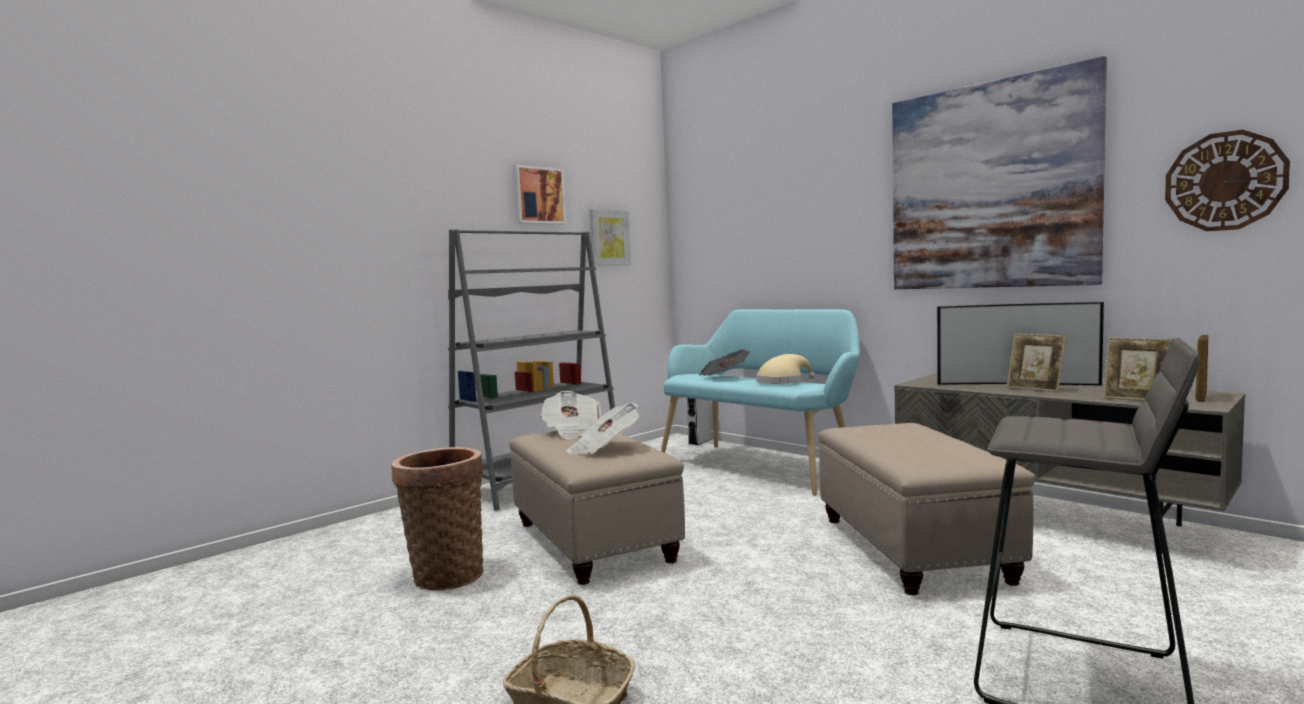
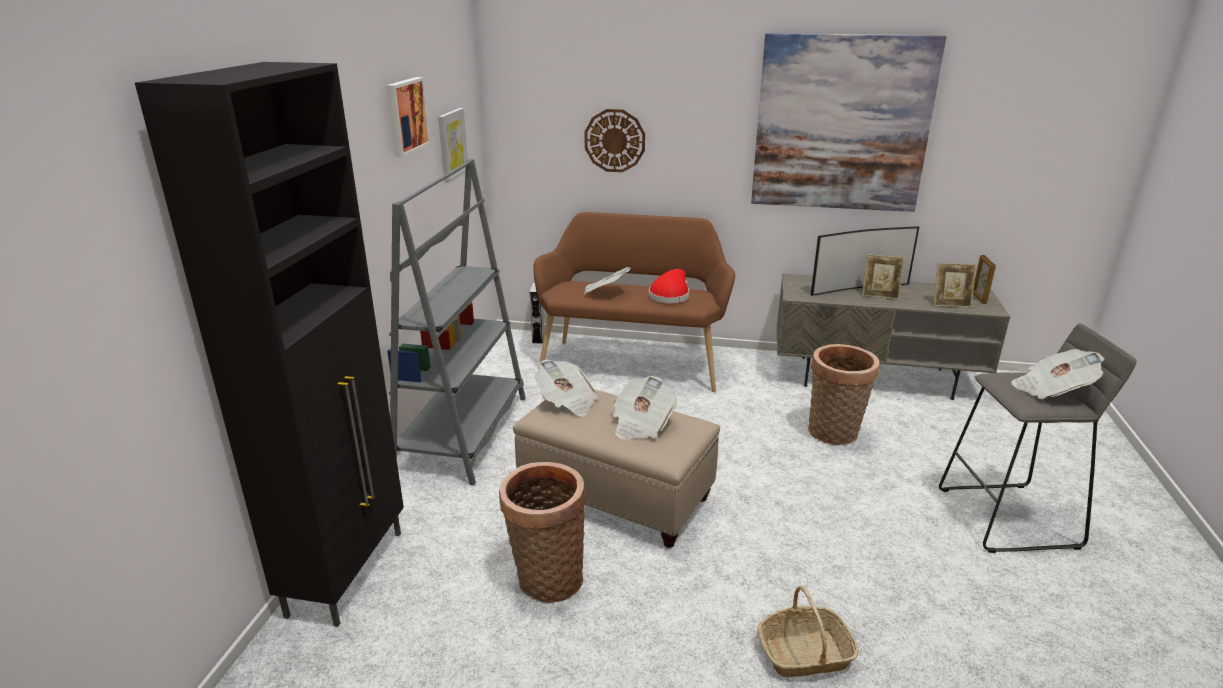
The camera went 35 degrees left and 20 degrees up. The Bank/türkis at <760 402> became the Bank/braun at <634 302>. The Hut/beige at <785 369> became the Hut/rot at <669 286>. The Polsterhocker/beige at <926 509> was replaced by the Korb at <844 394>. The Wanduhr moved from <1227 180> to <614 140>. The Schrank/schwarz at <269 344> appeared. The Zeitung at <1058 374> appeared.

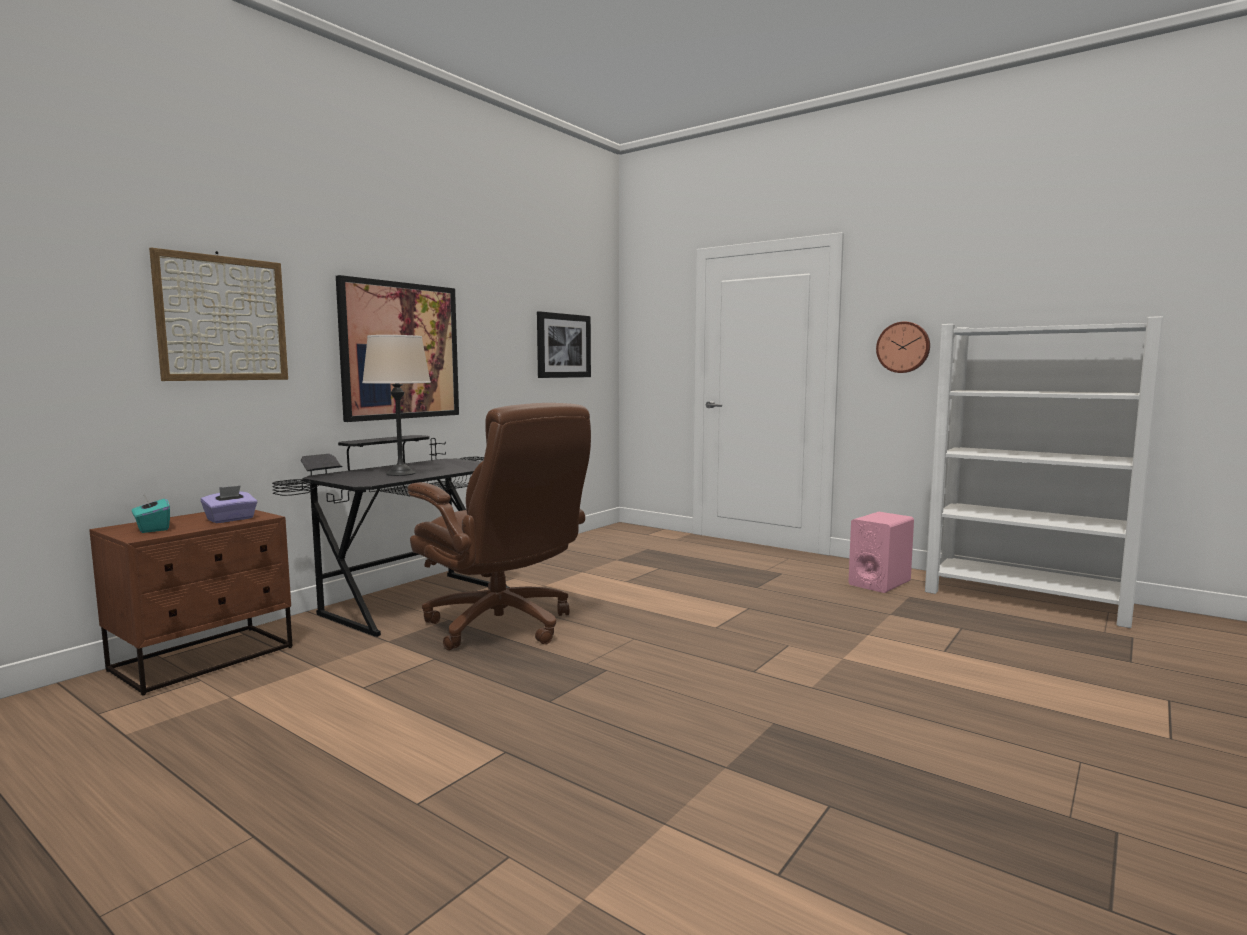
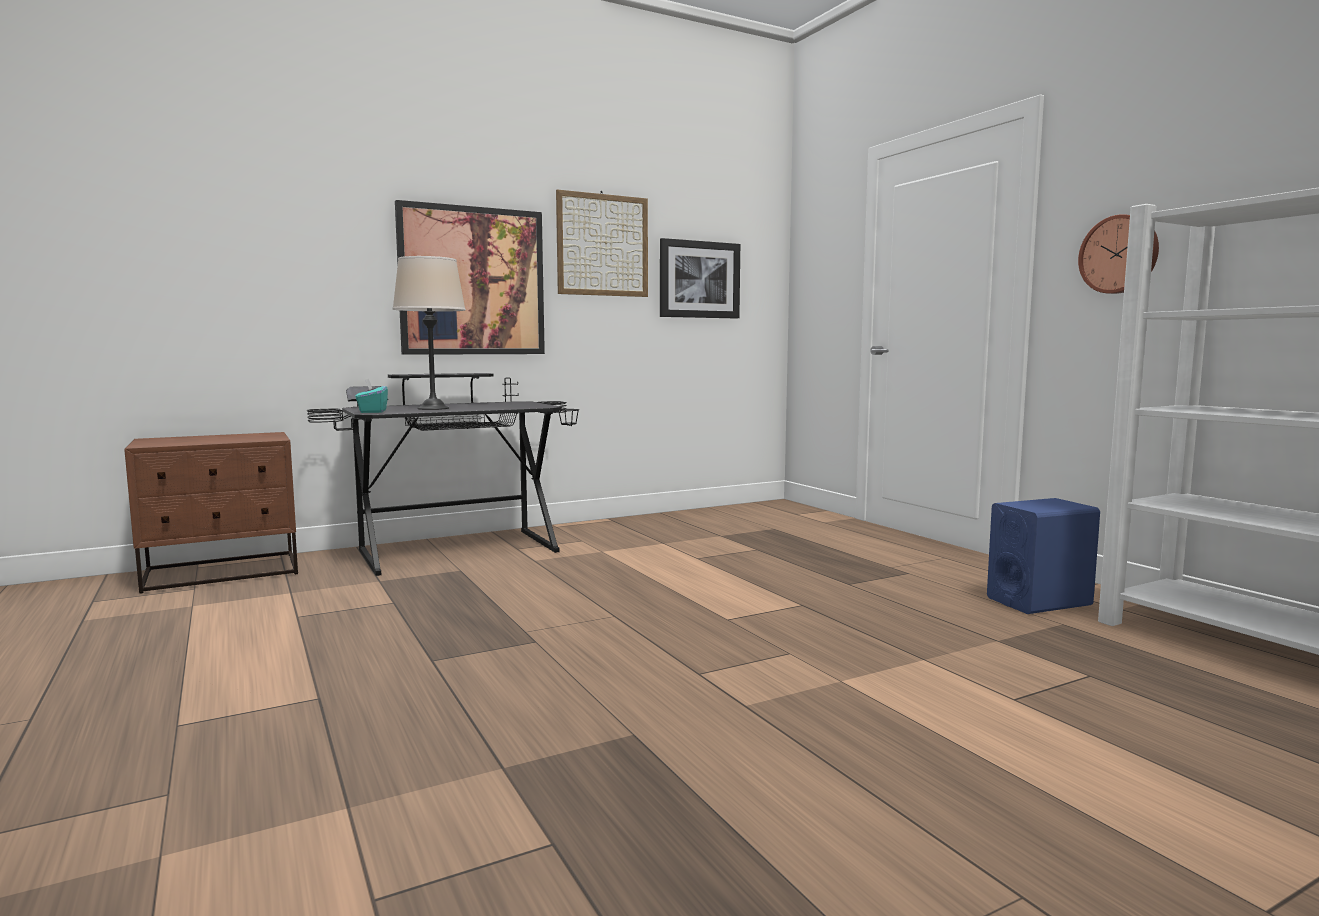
The camera went 25 degrees right and 0 degrees up. The Taschentuchbox/türkis moved from <151 513> to <372 395>. The Bild moved from <218 314> to <602 243>. The Taschentuchbox/lila at <229 504> disappeared. The Bürostuhl/braun at <499 526> disappeared. The Lautsprecher/rosa at <881 552> became the Lautsprecher/blau at <1043 556>.

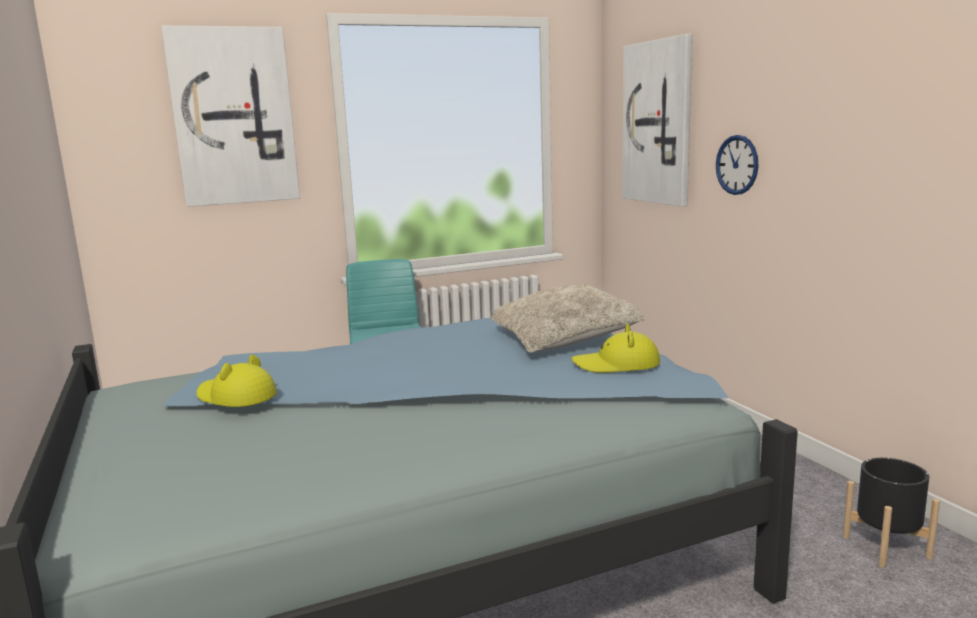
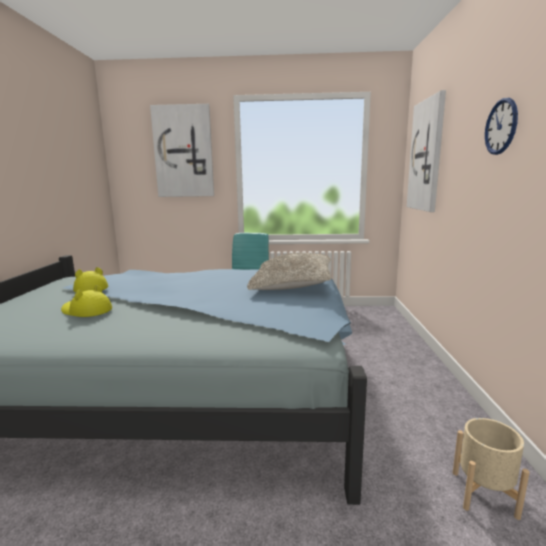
The camera went 25 degrees right and 0 degrees up. The Hut/gelb moved from <615 348> to <86 301>. The Wanduhr moved from <737 165> to <501 126>. The Pflanzkübel/schwarz at <891 513> became the Pflanzkübel/beige at <491 469>.

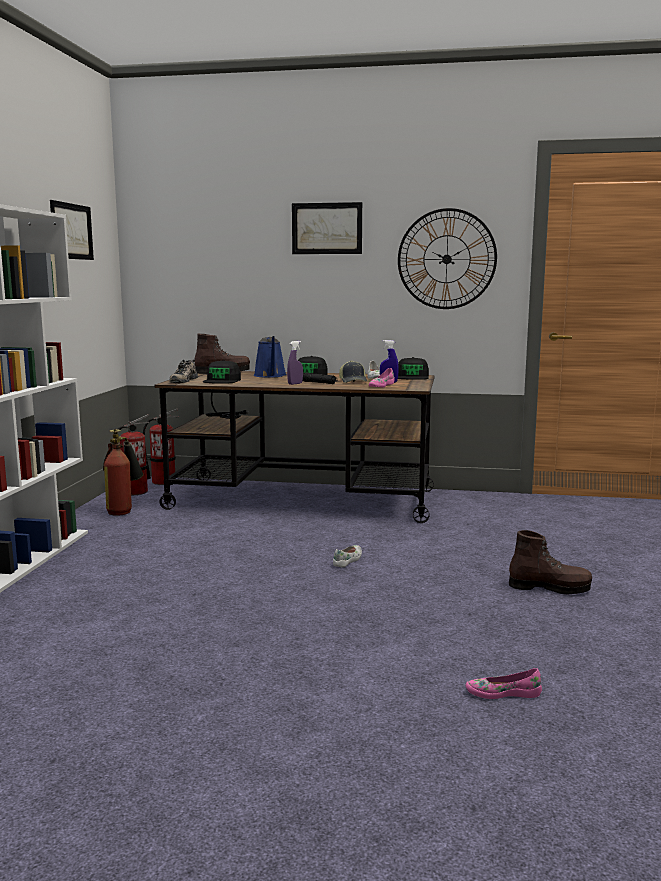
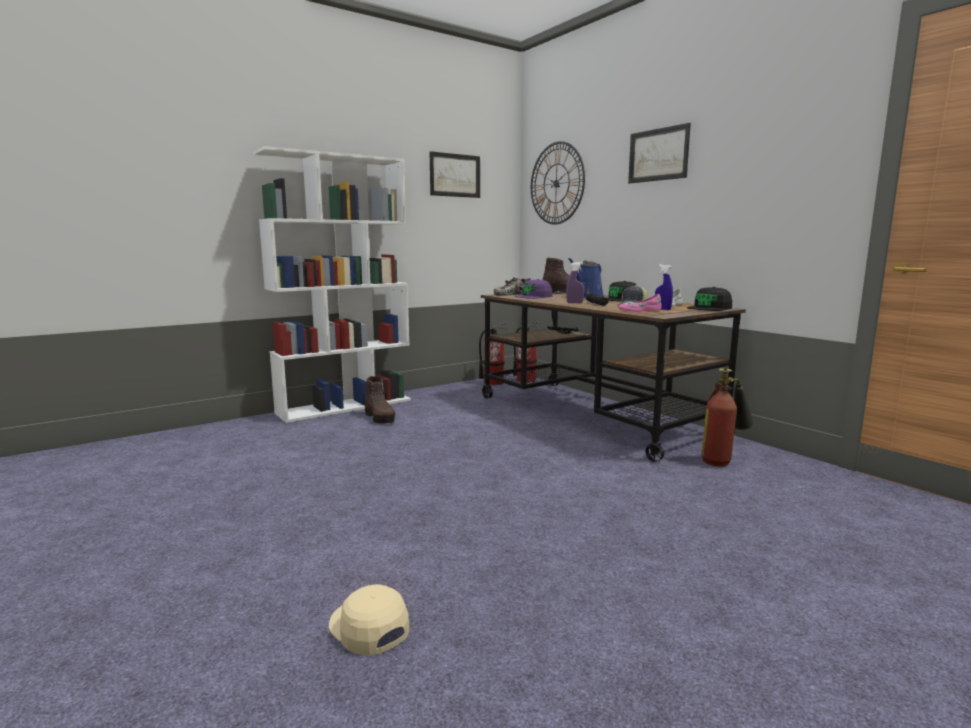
The camera went 45 degrees right and 0 degrees up. The Feuerlöscher moved from <123 472> to <727 417>. The Kappe/schwarz at <222 372> became the Kappe/lila at <534 289>. The Schuh/weiß at <347 556> disappeared. The Wanduhr moved from <447 258> to <558 183>. The Schuh/rosa at <504 683> was replaced by the Kappe/beige at <369 620>. The Stiefel/braun moved from <550 562> to <379 400>.

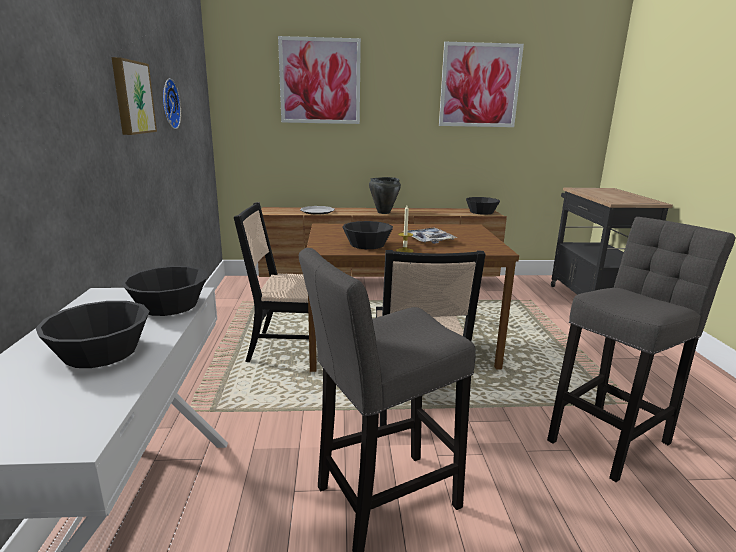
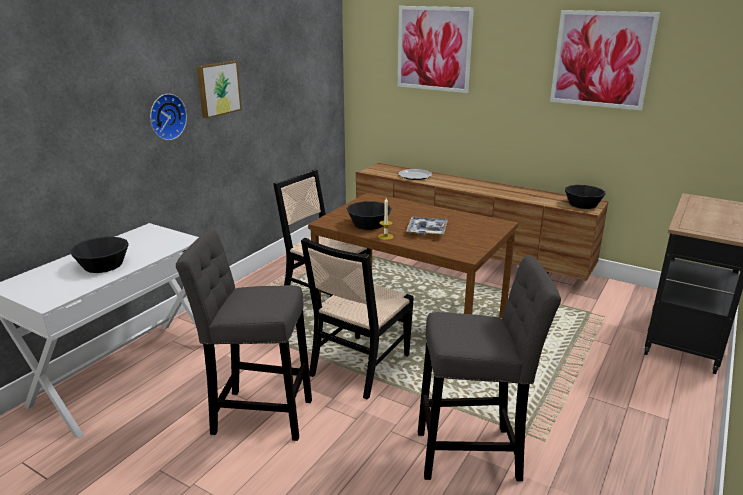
The camera went 35 degrees right and 5 degrees up. The Schüssel/schwarz at <164 291> disappeared. The Wanduhr moved from <172 103> to <168 117>. The Kochtopf/schwarz at <385 195> disappeared.

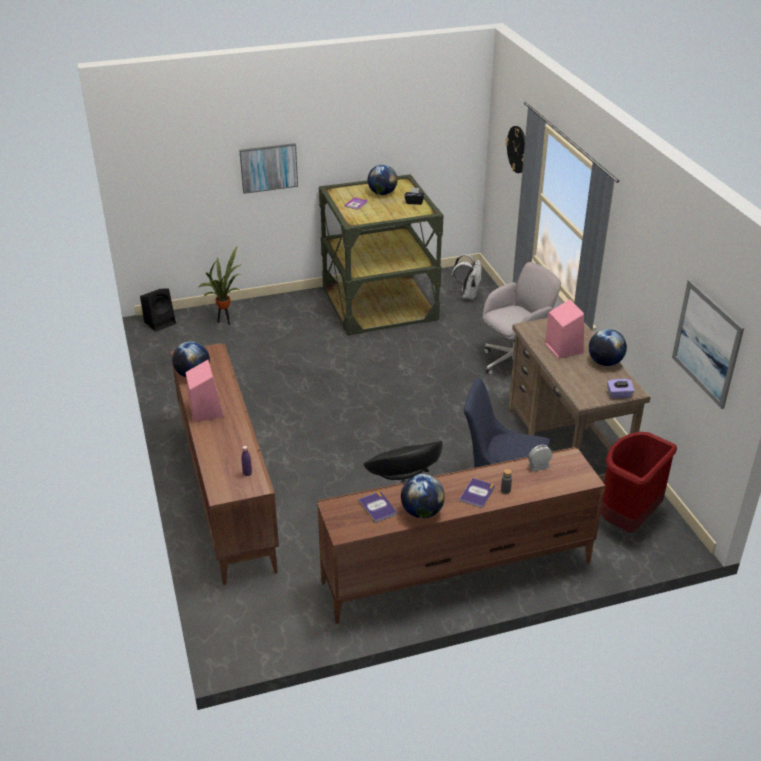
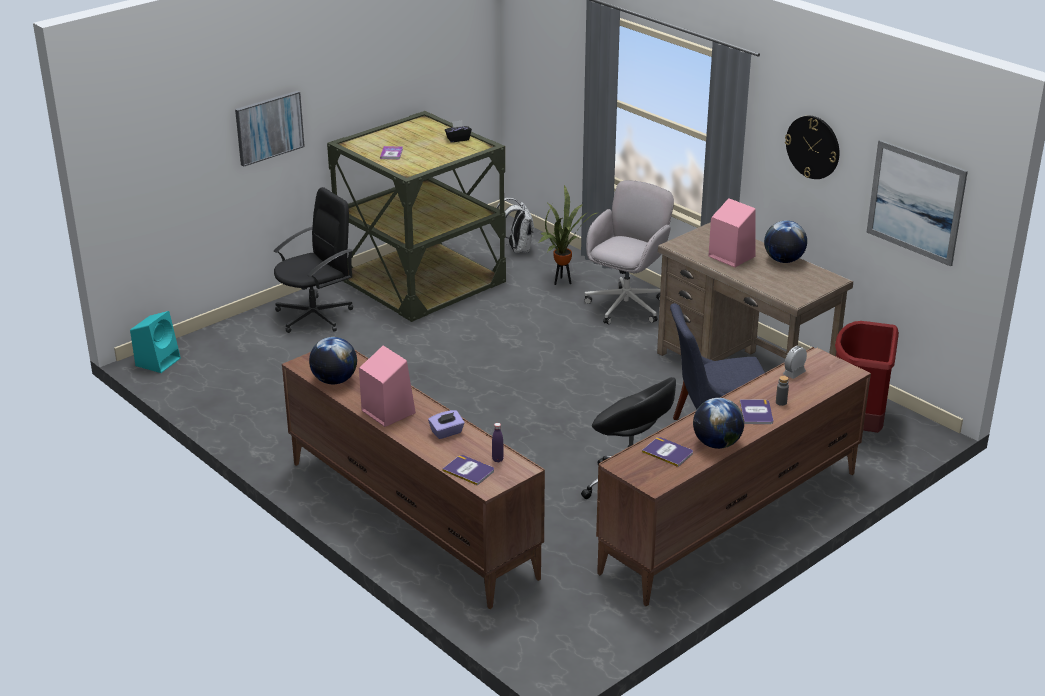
The camera went 25 degrees left and 5 degrees down. The Lautsprecher/schwarz at <158 310> became the Lautsprecher/türkis at <155 342>. The Topfpflanze moved from <221 286> to <568 235>. The Globus at <383 180> disappeared. The Wanduhr moved from <515 149> to <812 147>. The Taschentuchbox/lila moved from <620 388> to <446 424>. The Bürostuhl/schwarz at <313 260> appeared. The Buch at <468 470> appeared.

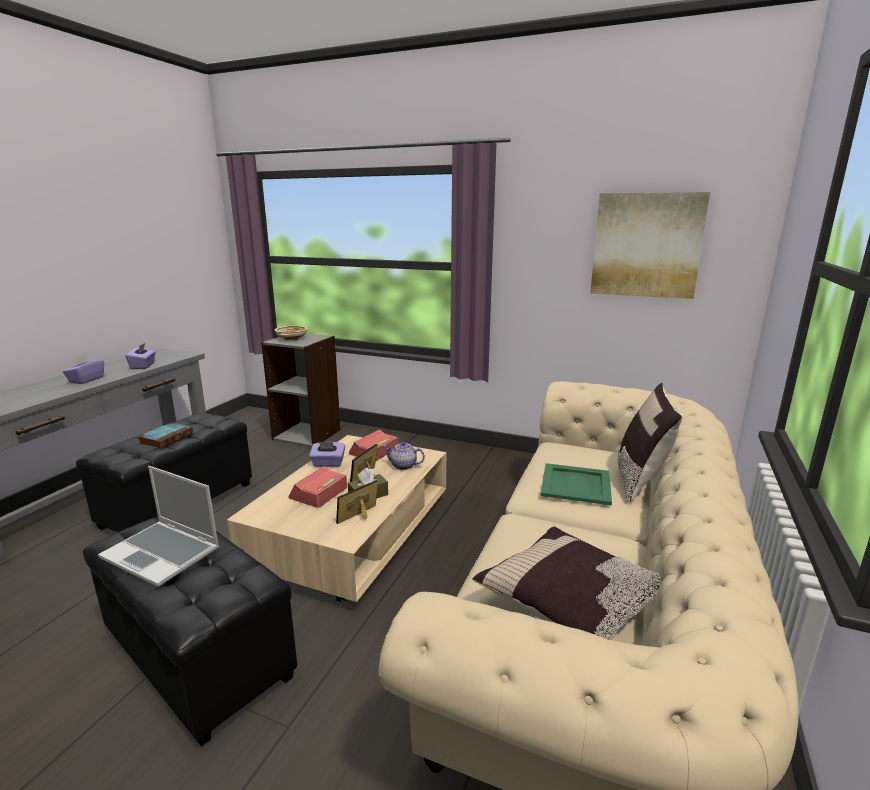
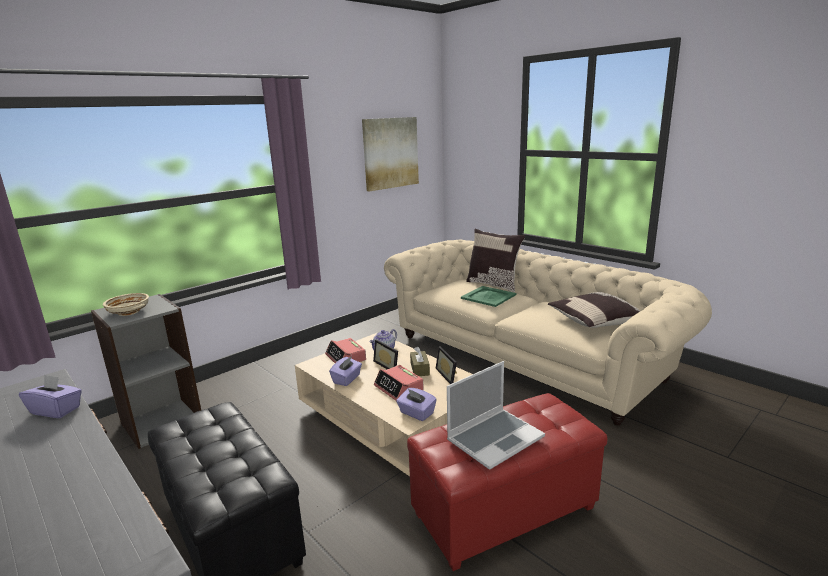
The camera went 65 degrees left and 0 degrees up. The Taschentuchbox/lila moved from <83 369> to <416 404>. The Polsterhocker/schwarz at <190 631> became the Polsterhocker/rot at <507 482>. The Buch at <165 435> disappeared.

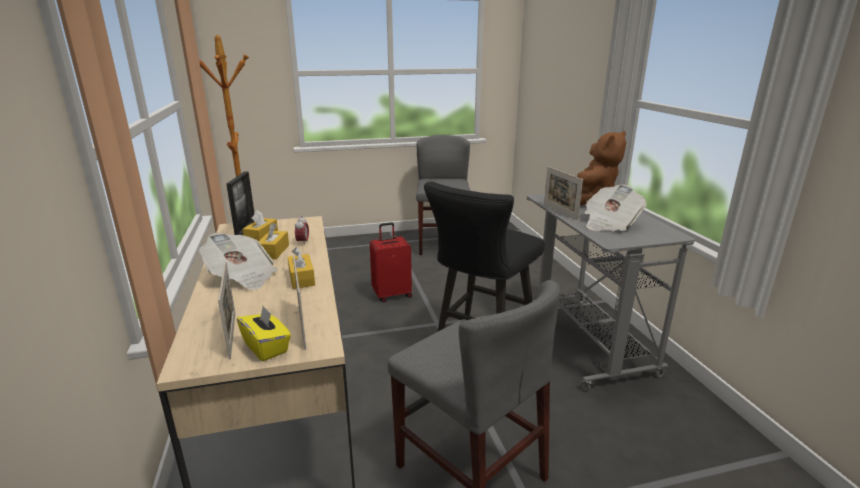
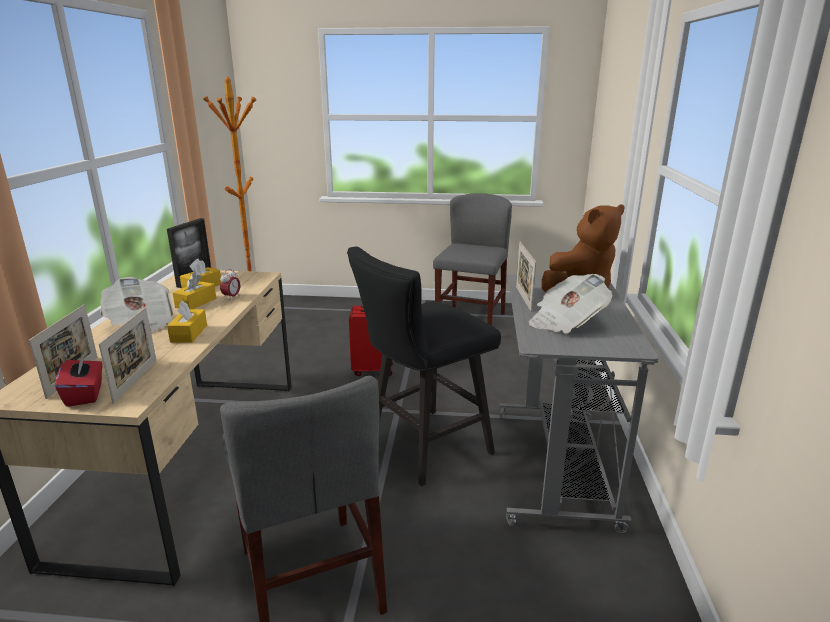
The camera went 20 degrees right and 0 degrees up. The Taschentuchbox/gelb at <264 333> became the Taschentuchbox/rot at <79 380>.

